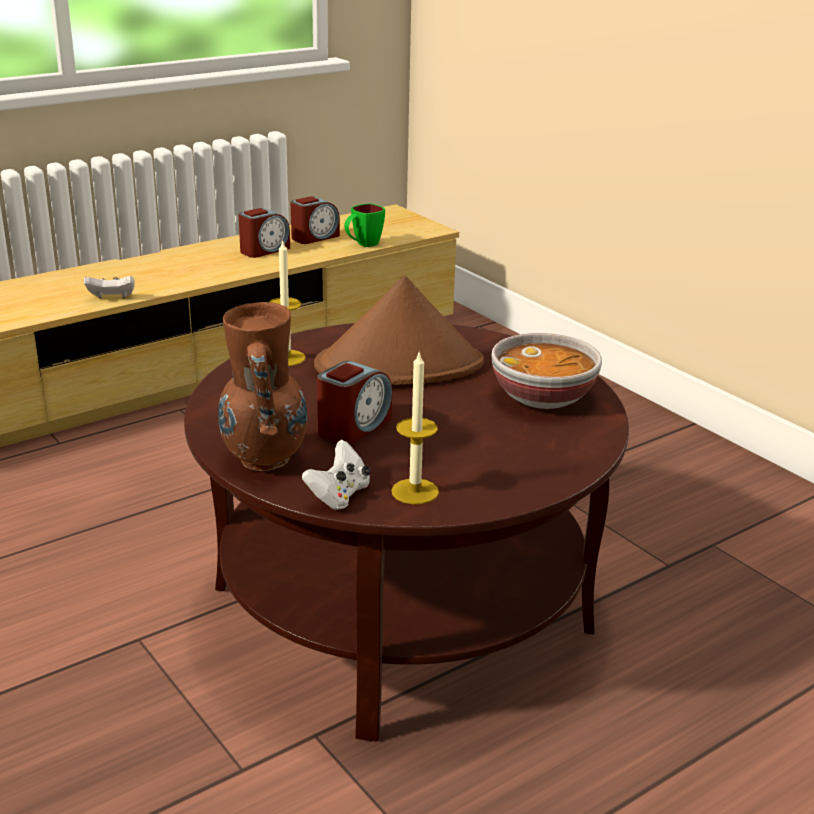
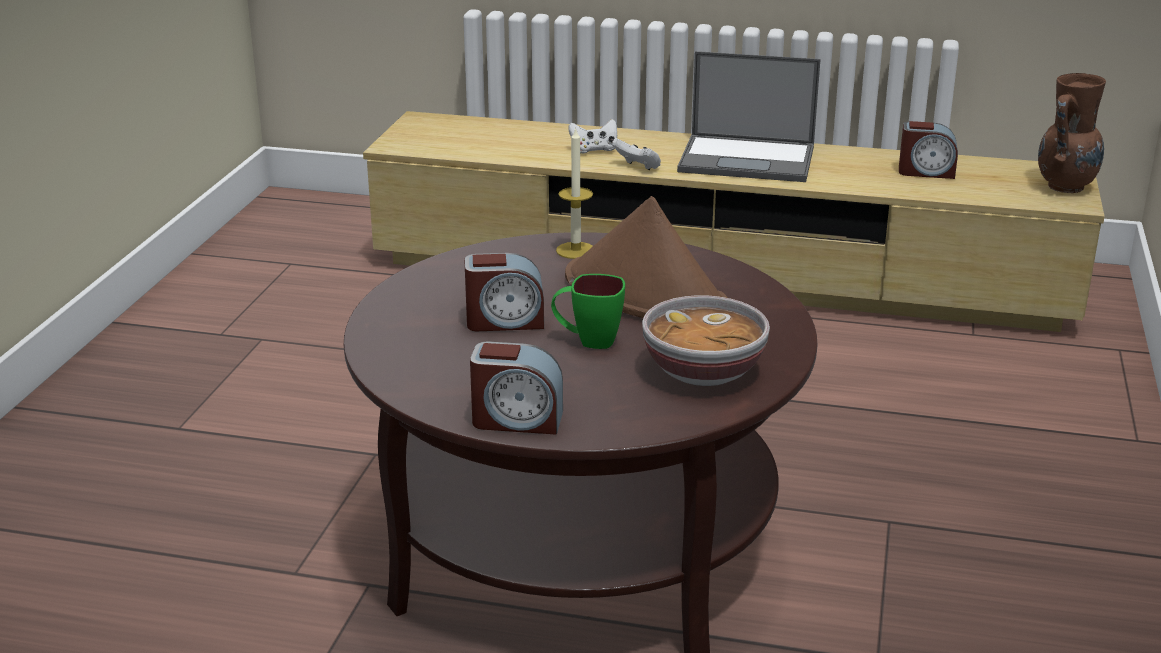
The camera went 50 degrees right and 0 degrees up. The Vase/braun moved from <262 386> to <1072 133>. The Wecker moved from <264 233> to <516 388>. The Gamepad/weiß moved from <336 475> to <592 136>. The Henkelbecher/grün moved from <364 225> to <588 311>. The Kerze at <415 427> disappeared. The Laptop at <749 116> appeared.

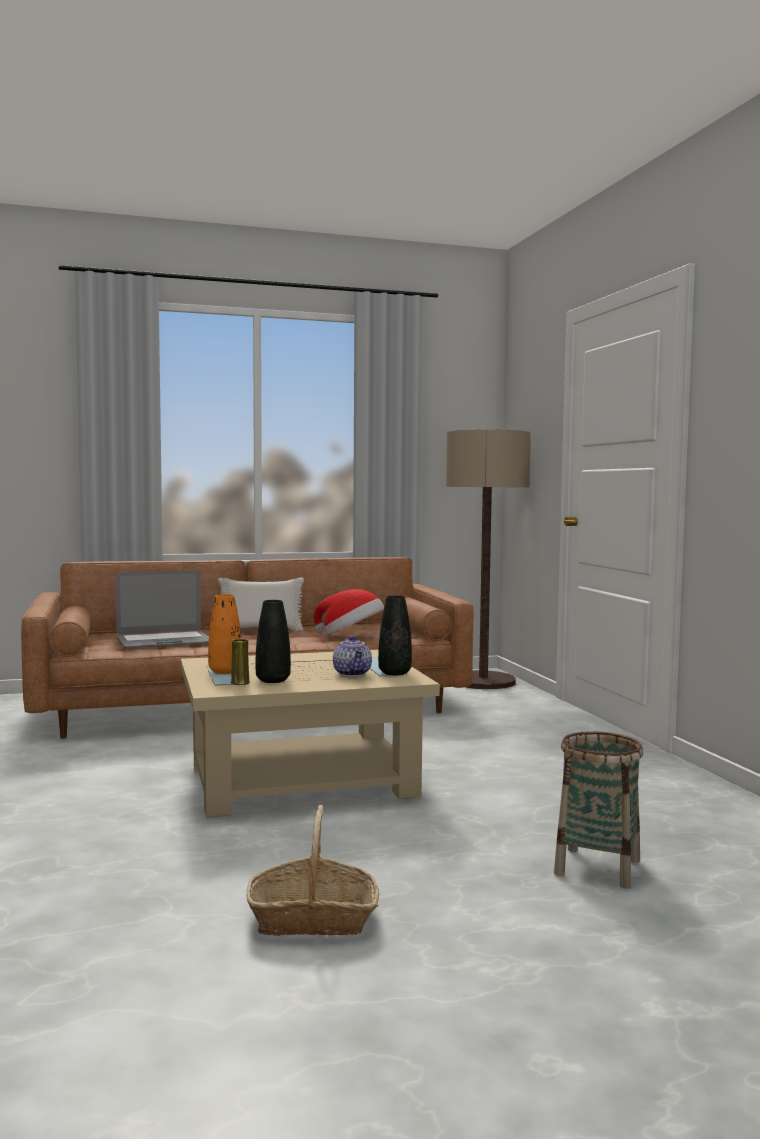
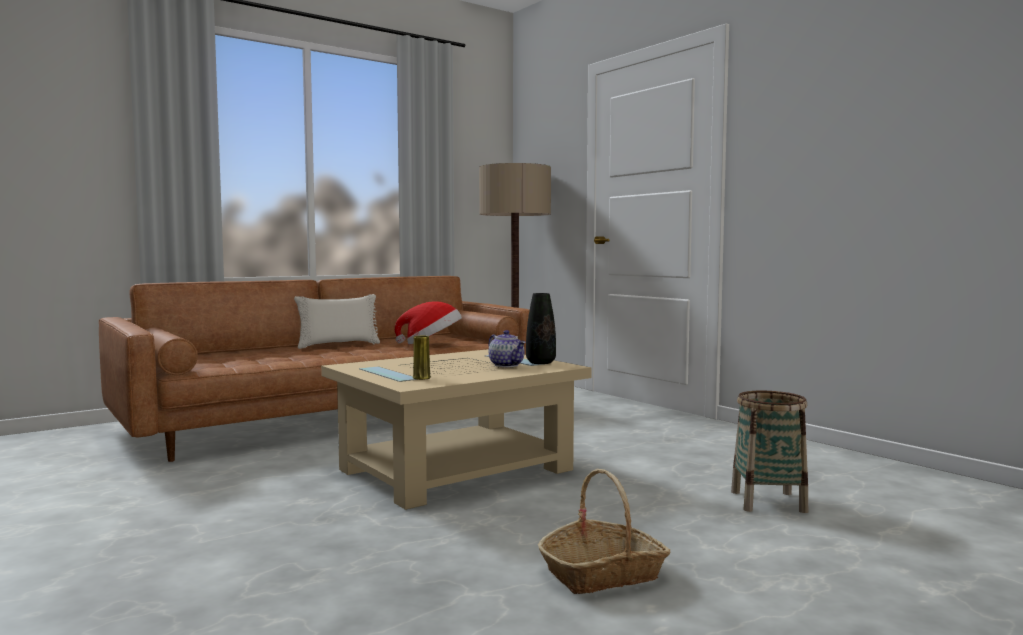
The camera went 20 degrees left and 0 degrees up. The Laptop at <162 609> disappeared. The Vase/orange at <224 634> disappeared. The Vase/schwarz at <273 641> disappeared.

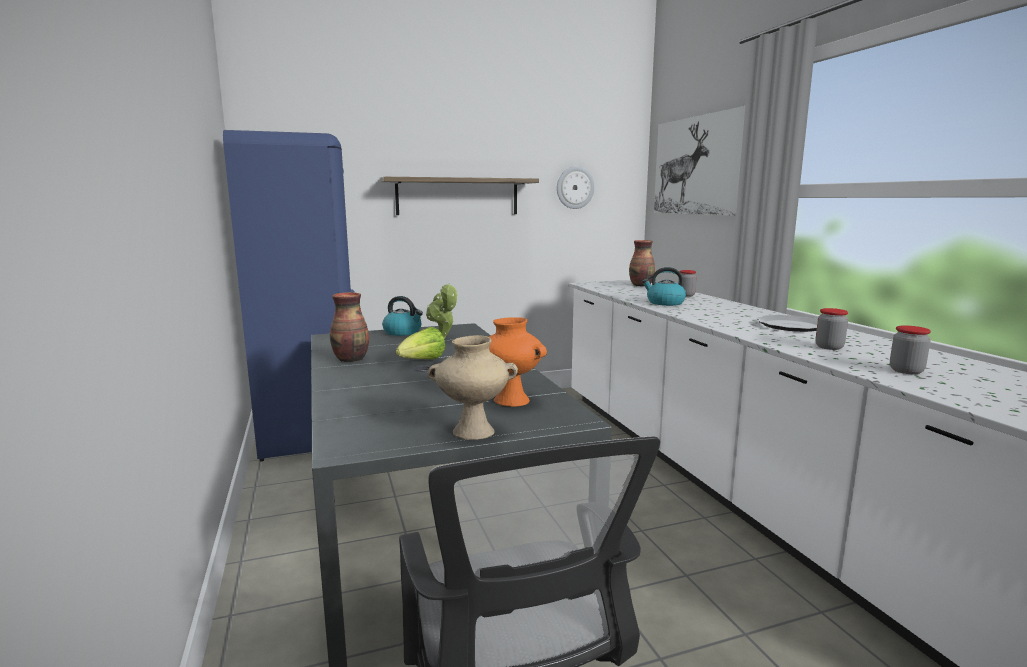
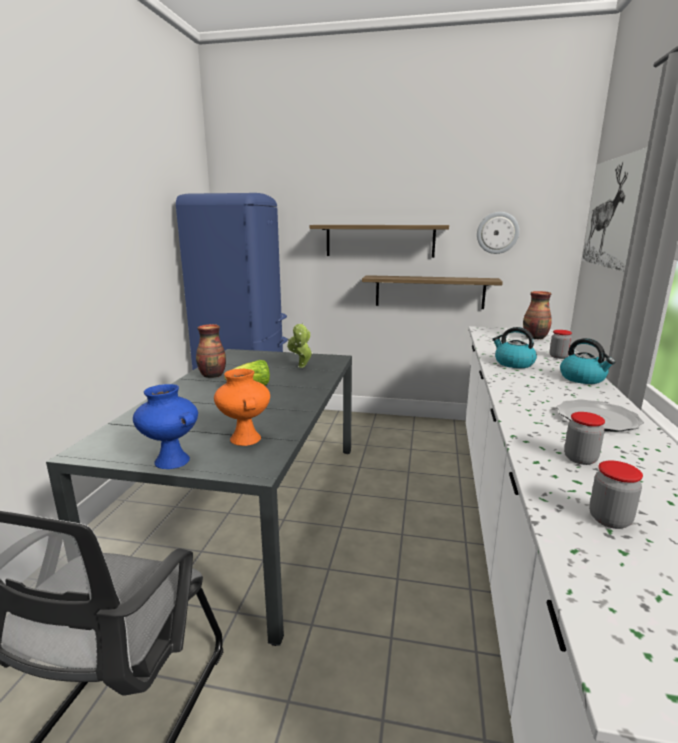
The camera went 30 degrees right and 5 degrees up. The Wasserkessel moved from <402 316> to <587 361>. The Vase/beige at <473 387> became the Vase/blau at <165 426>. The Wandregal at <432 292> appeared.

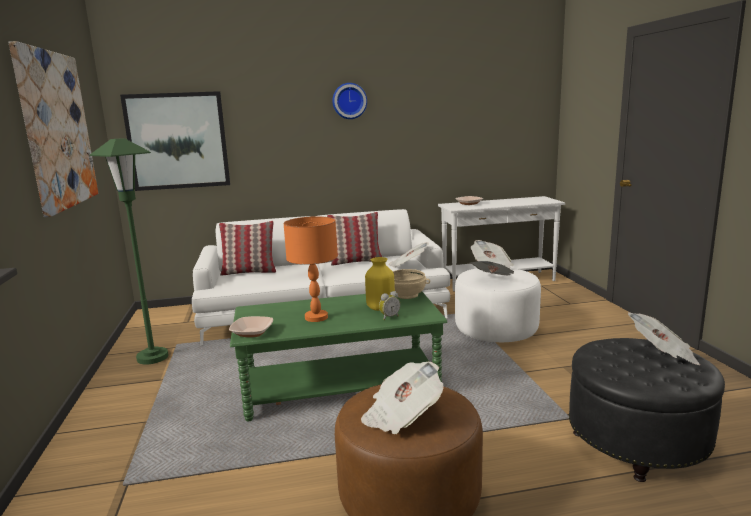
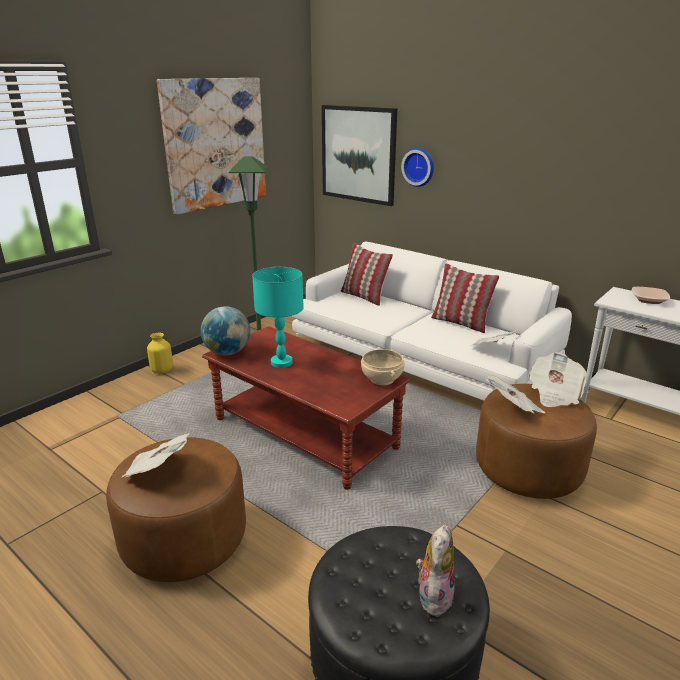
The camera went 50 degrees right and 10 degrees up. The Schüssel at <251 326> was replaced by the Globus at <225 330>. The Couchtisch/grün at <338 356> became the Couchtisch/braun at <306 408>. The Tischlampe/orange at <310 269> became the Tischlampe/türkis at <278 317>. The Wanduhr moved from <349 101> to <417 167>. The Vase/gelb moved from <380 284> to <160 353>. The Wecker at <389 305> disappeared. The Polsterhocker/weiß at <498 305> became the Polsterhocker/braun at <536 441>. The Zeitung at <664 338> was replaced by the Plüschtier at <435 570>.

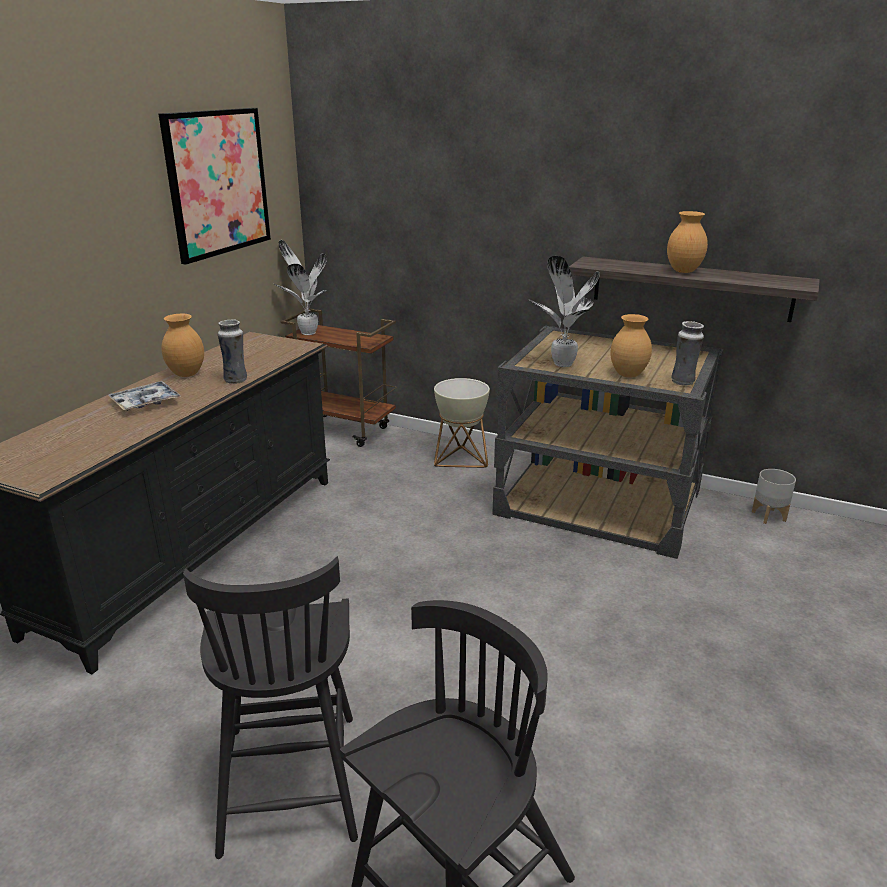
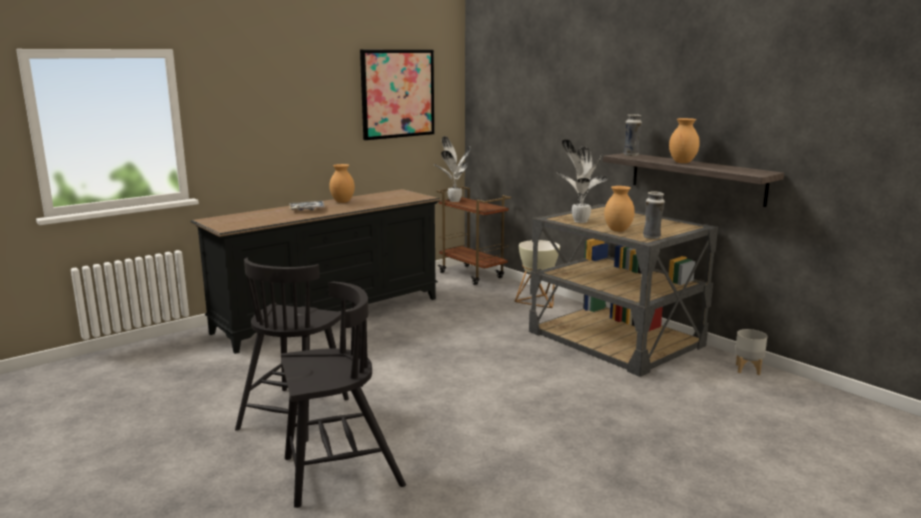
The camera went 25 degrees right and 10 degrees down. The Vase moved from <232 351> to <632 135>.

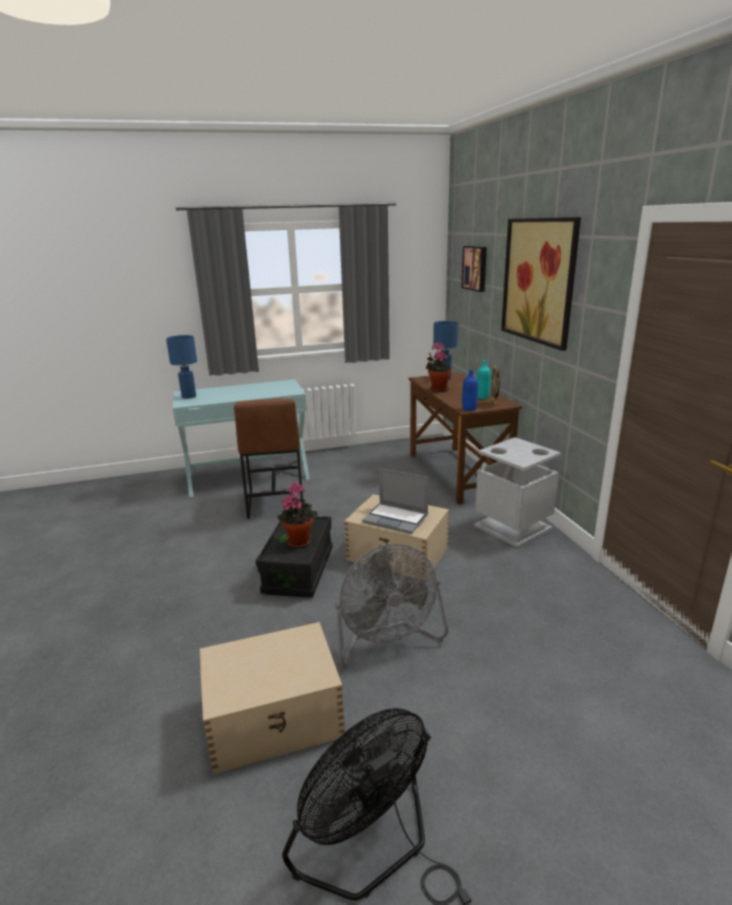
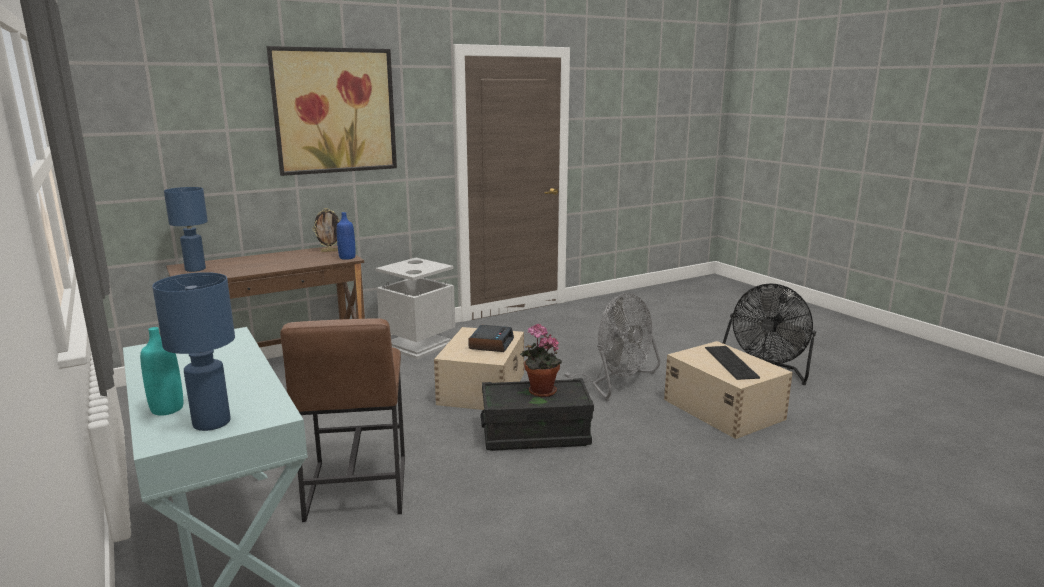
The camera went 105 degrees left and 5 degrees down. The Stuhl/braun at <268 458> turned 105 degrees clockwise. The Ventilator/grau at <392 606> turned 75 degrees clockwise. The Laptop at <395 501> was replaced by the Wecker at <491 338>. The Topfpflanze at <439 367> disappeared. The Bild at <474 269> disappeared. The Flasche/türkis moved from <483 379> to <161 371>. The Tastatur at <732 363> appeared.

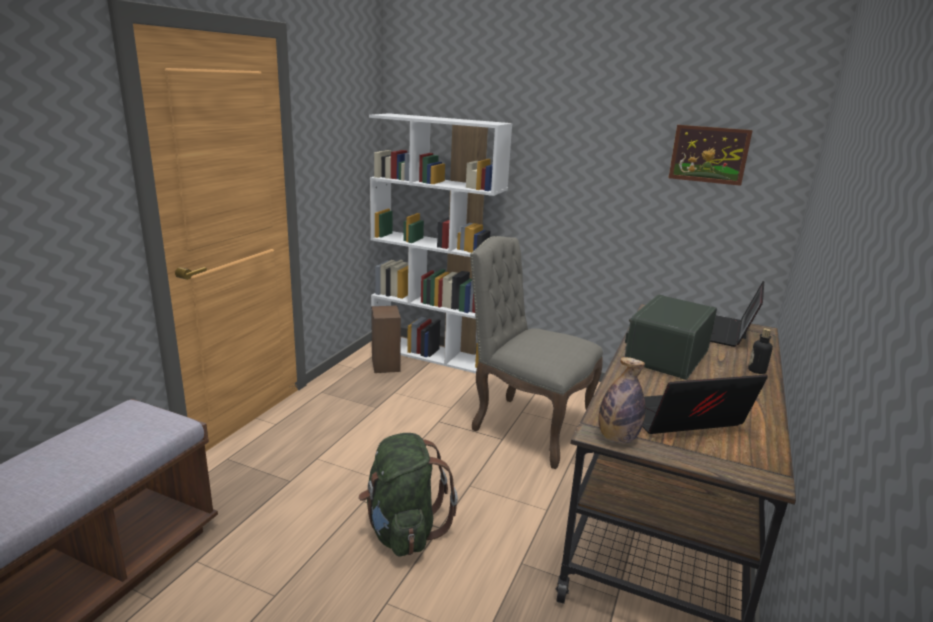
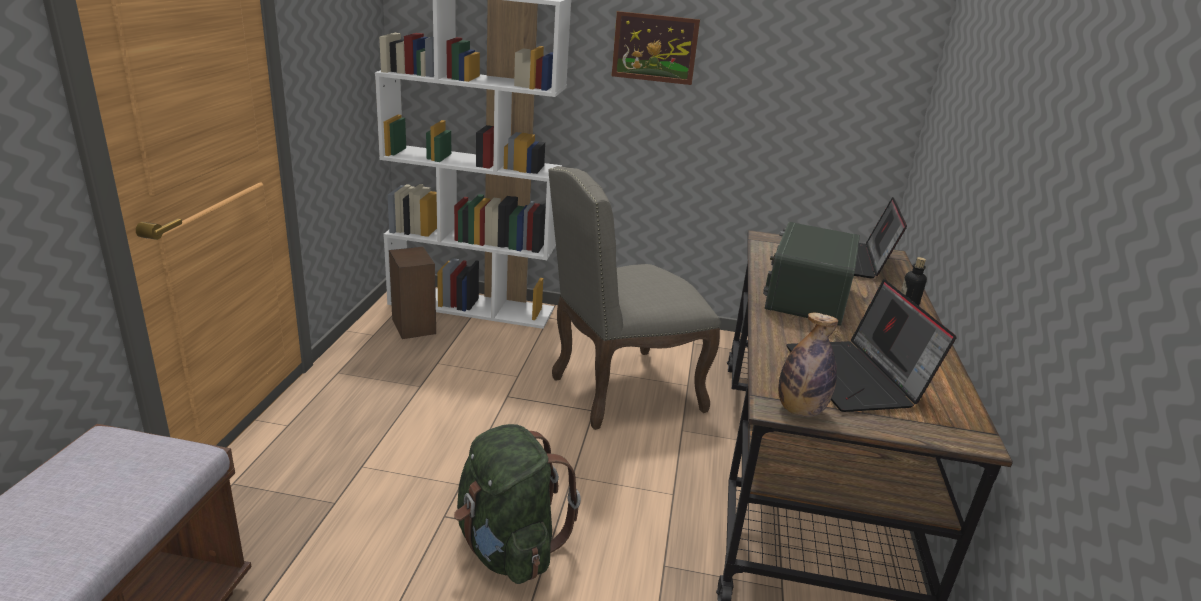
The camera went 15 degrees left and 5 degrees up. The Stuhl/grau at <536 352> turned 45 degrees counterclockwise. The Laptop at <705 404> turned 75 degrees counterclockwise. The Bild moved from <710 155> to <656 48>.

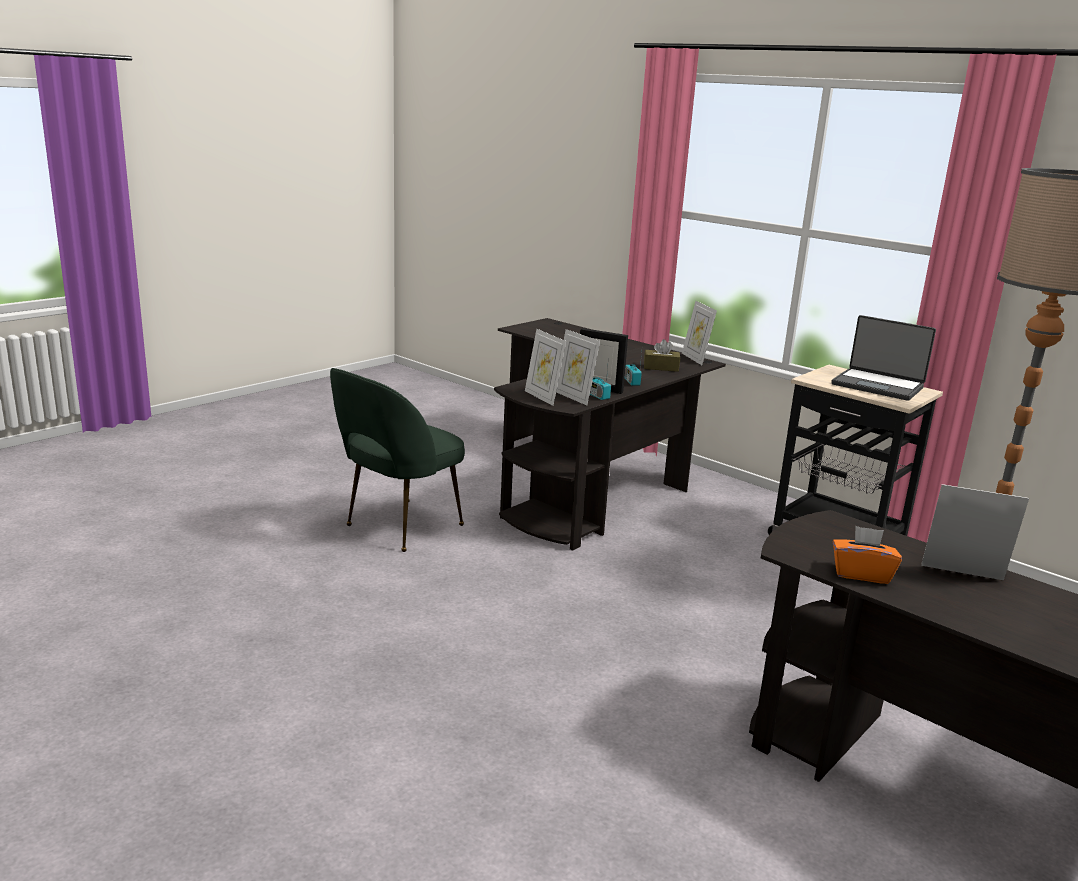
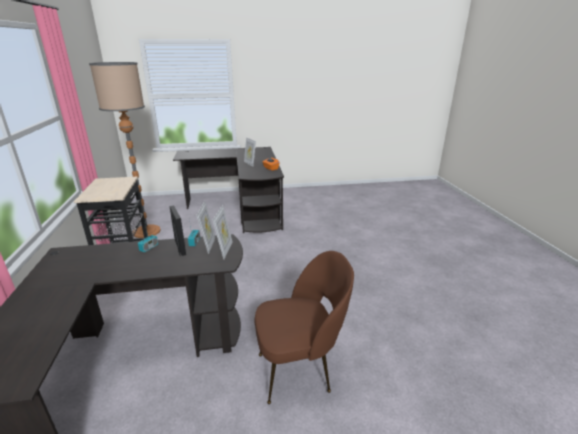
The camera went 140 degrees left and 5 degrees up. The Stuhl/grün at <397 460> became the Stuhl/braun at <304 327>. The Taschentuchbox/braun at <662 355> disappeared. The Bilderrahmen at <699 333> disappeared. The Laptop at <884 358> disappeared.

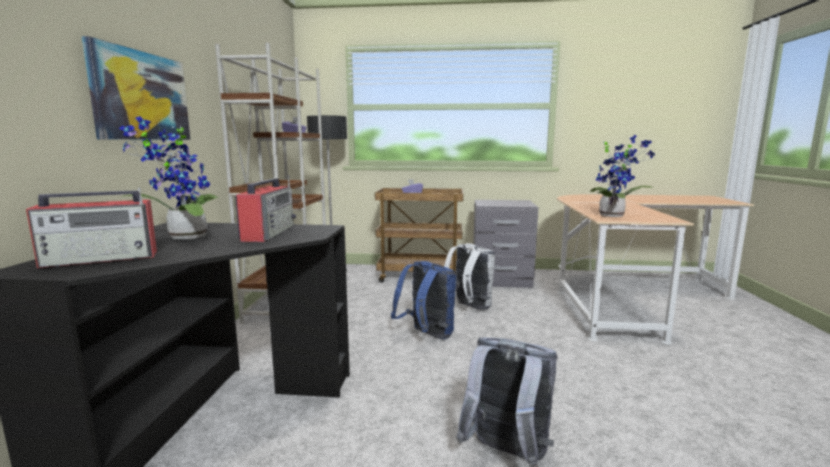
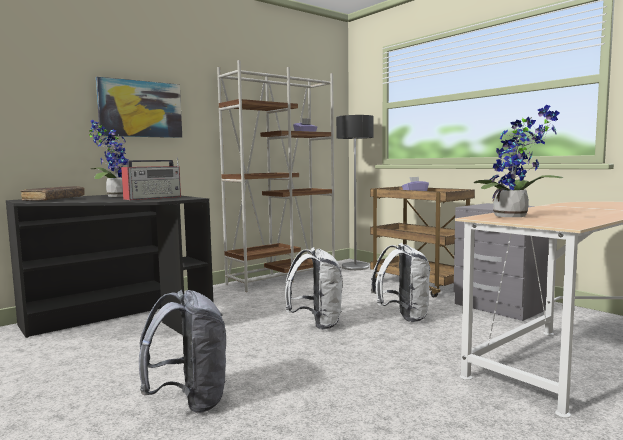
The camera went 45 degrees right and 5 degrees down. The Radio at <91 228> was replaced by the Buch/braun at <53 193>. The Rucksack/blau at <423 300> became the Rucksack/weiß at <314 288>.

